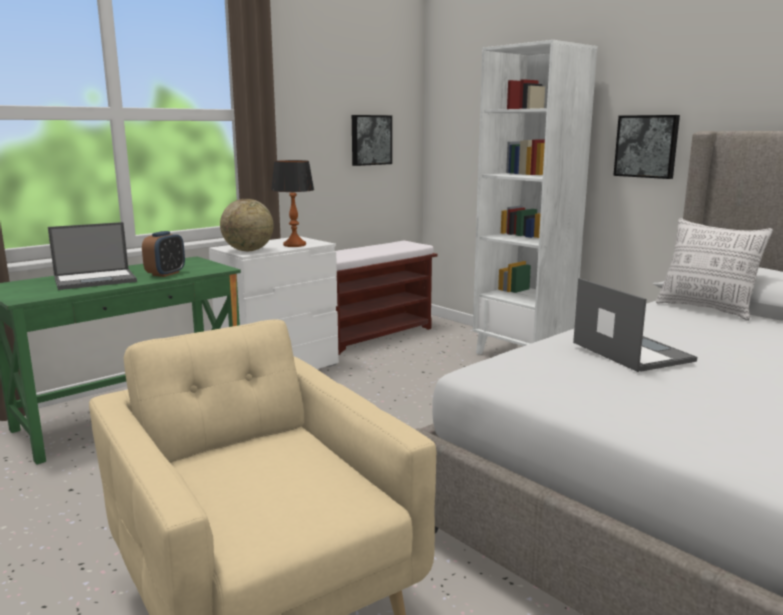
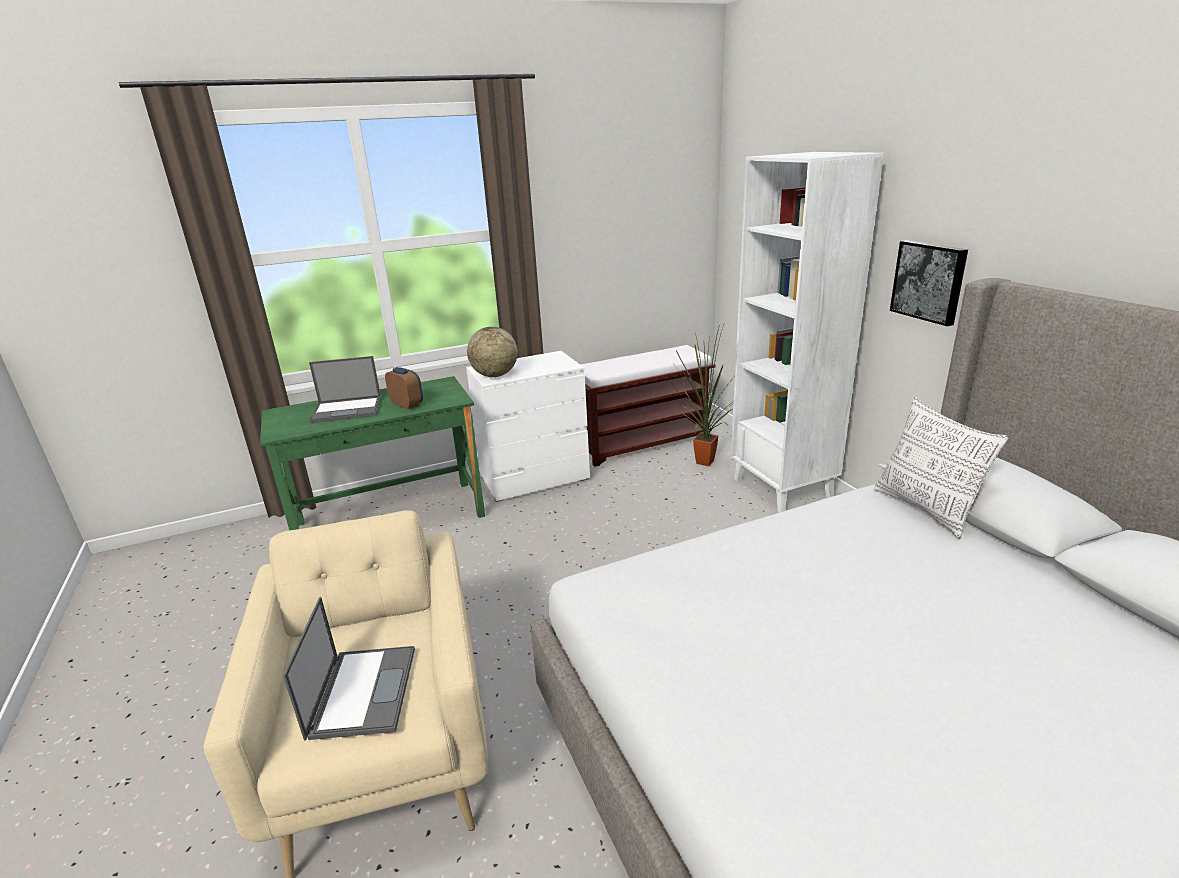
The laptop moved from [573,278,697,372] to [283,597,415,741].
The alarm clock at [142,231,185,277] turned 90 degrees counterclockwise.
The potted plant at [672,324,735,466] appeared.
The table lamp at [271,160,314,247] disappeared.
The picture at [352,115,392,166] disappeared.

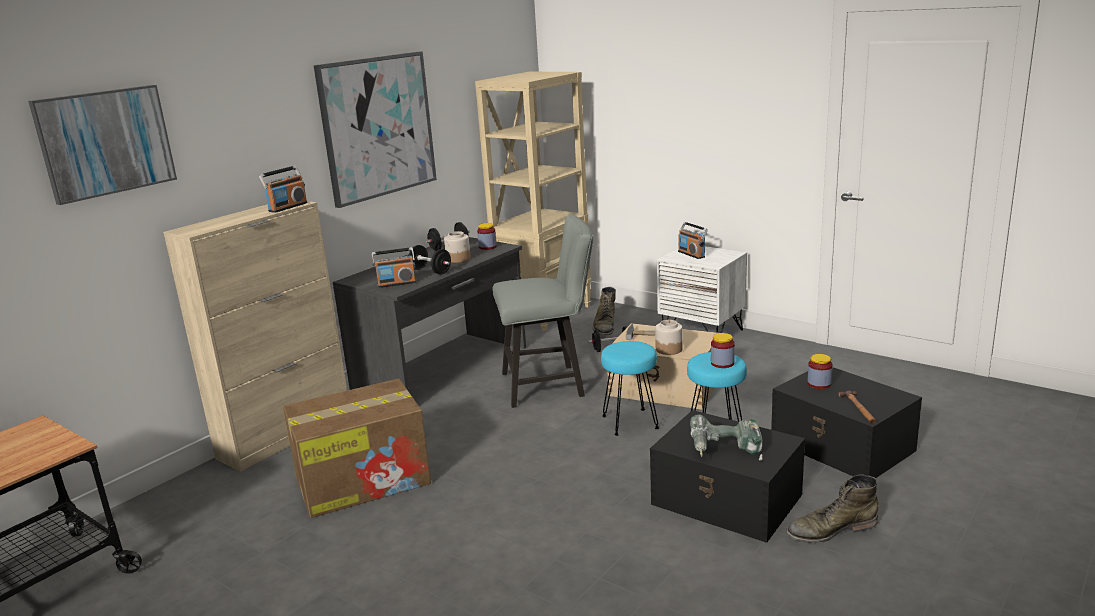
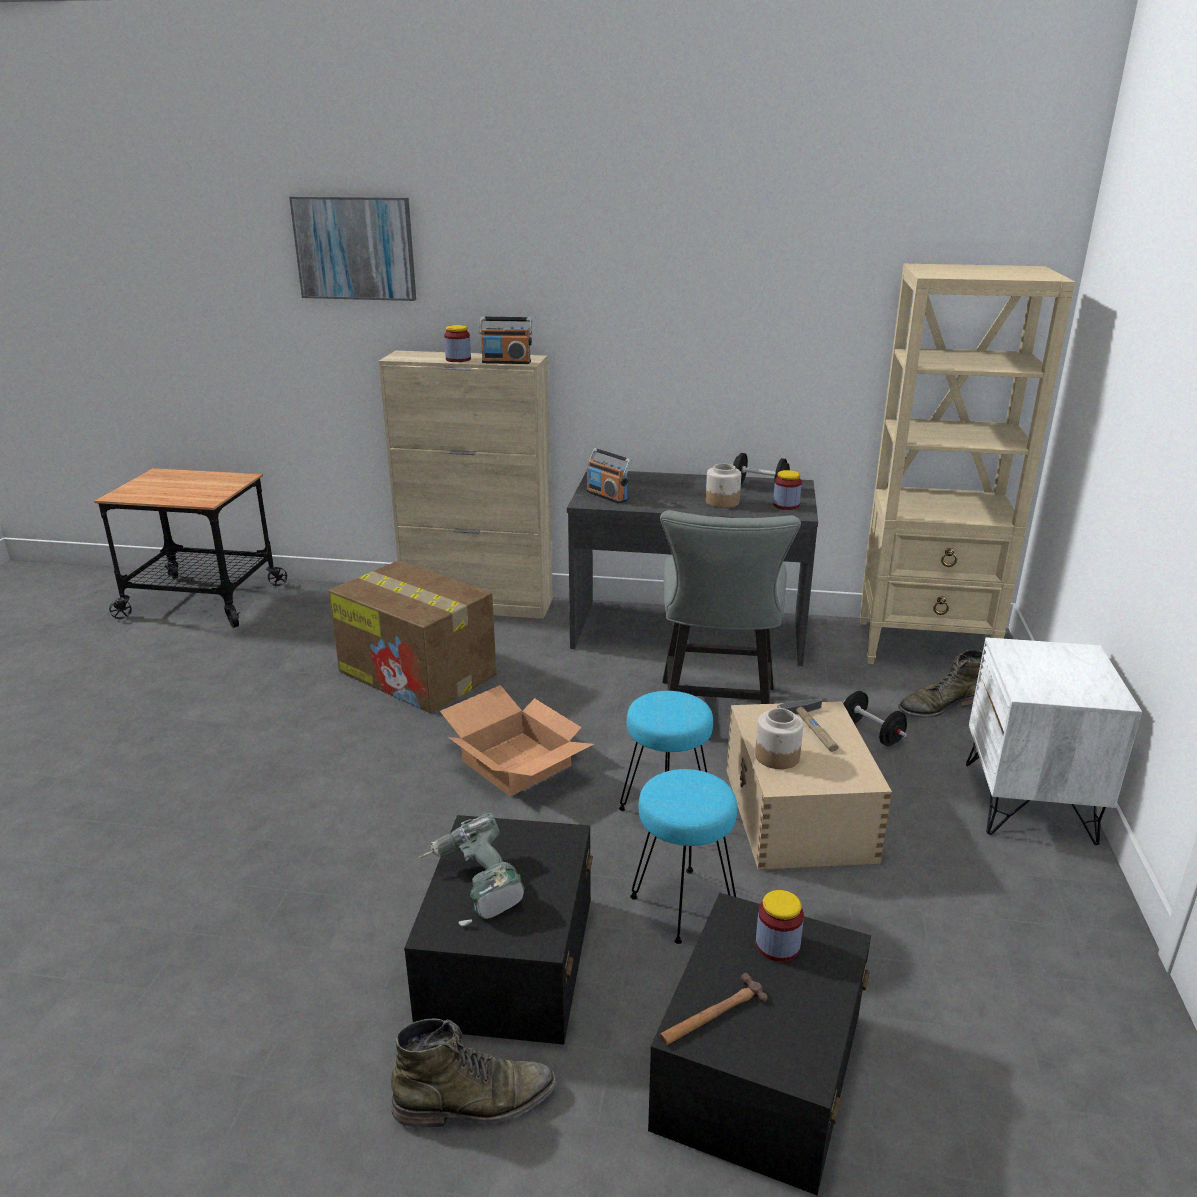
The green boot at [786,474,878,543] turned 120 degrees clockwise.
The cardboard box at [440,685,594,797] appeared.
The jar moved from [711,333,735,368] to [444,325,471,362].
The grey chair at [492,214,593,408] turned 45 degrees clockwise.
The picture at [314,52,437,208] disappeared.
The black dumbbell at [408,245,451,275] disappeared.
The radio at [678,222,708,259] disappeared.

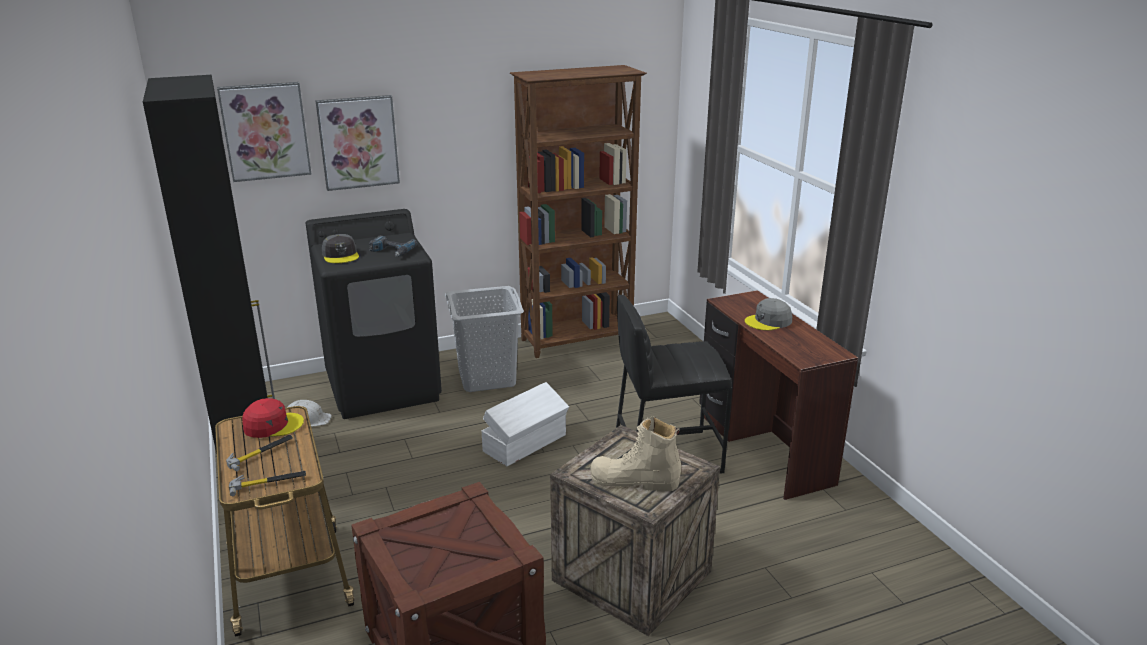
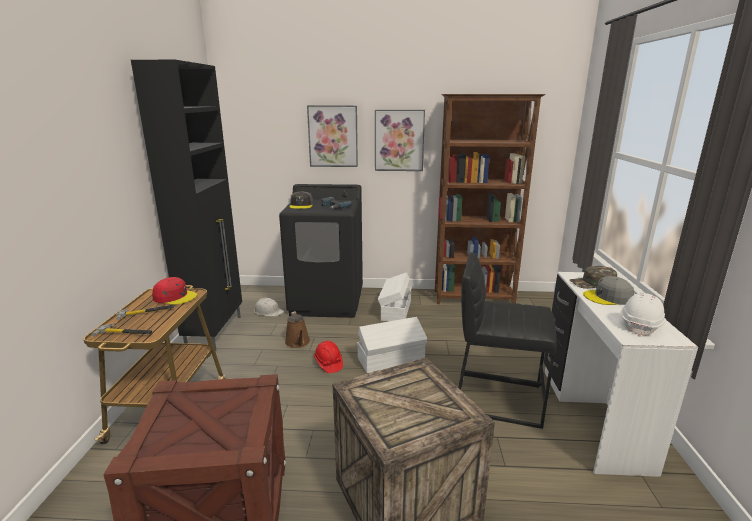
The brown watering can at [285,311,310,348] appeared.
The red hard hat at [314,341,343,373] appeared.
The picture moved from [217,82,311,182] to [375,109,425,171].
The grey laundry basket at [445,286,524,392] was replaced by the white storage box at [378,272,411,321].
The brown desk at [699,290,858,500] became the white desk at [544,272,698,477].
The green cap at [570,266,617,289] appeared.
The white hard hat at [621,293,666,337] appeared.
The beige boot at [590,416,681,492] disappeared.

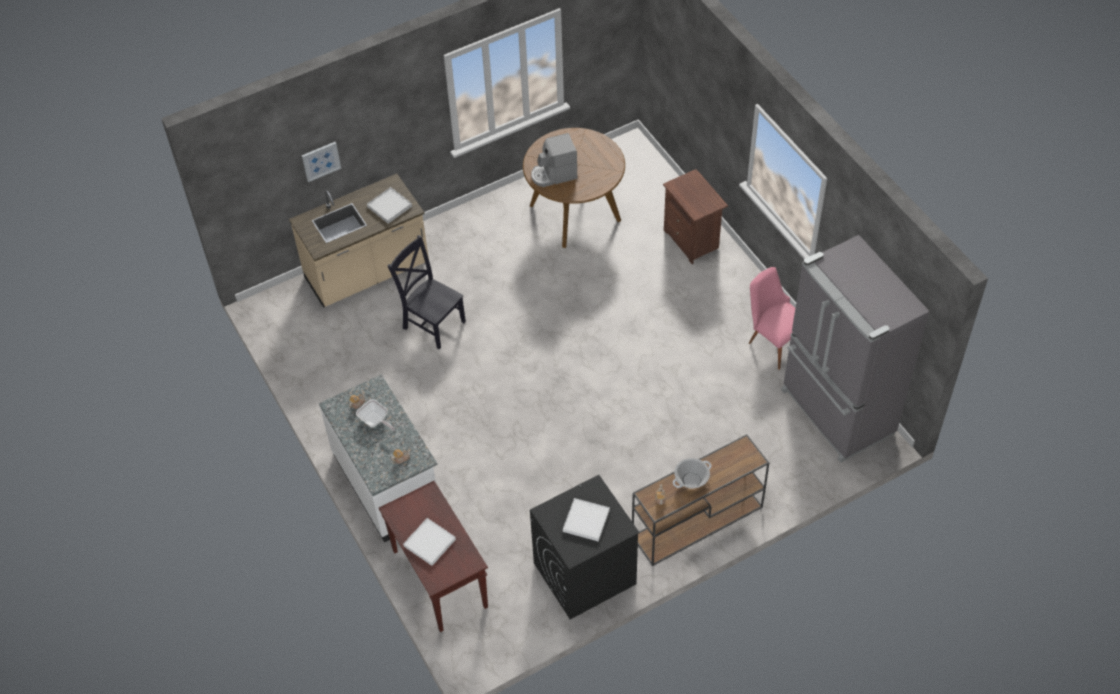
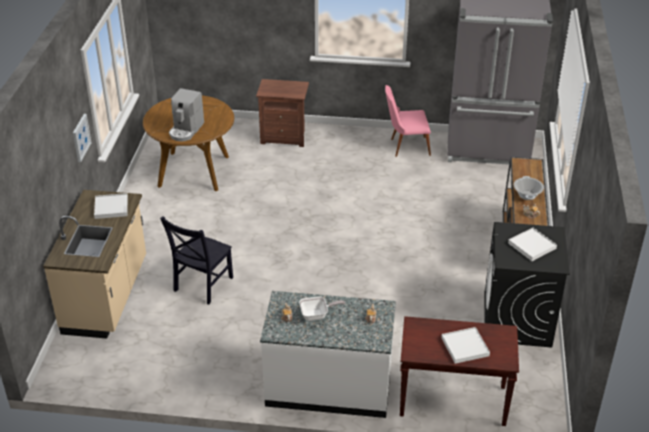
The picture moved from [302,142,341,182] to [73,114,92,162].
The black chair at [388,235,466,349] turned 45 degrees counterclockwise.

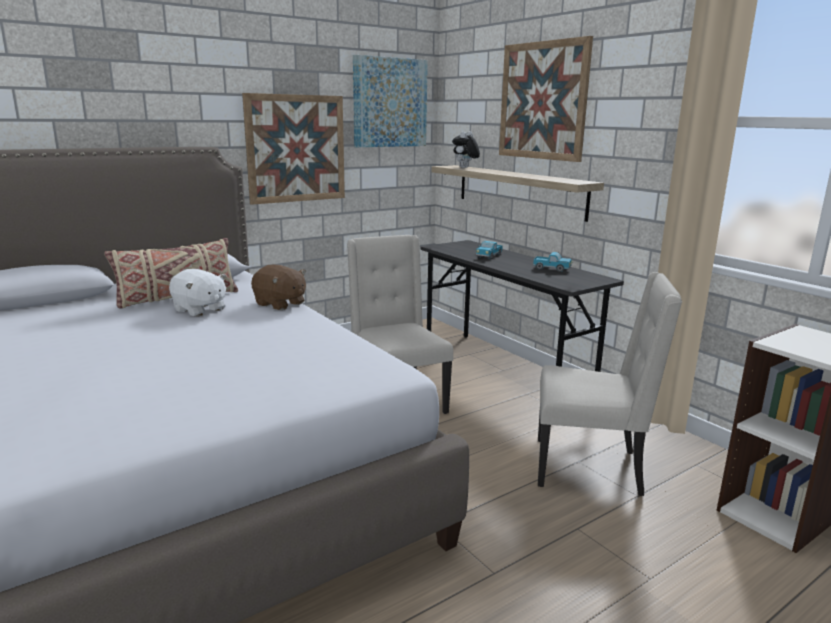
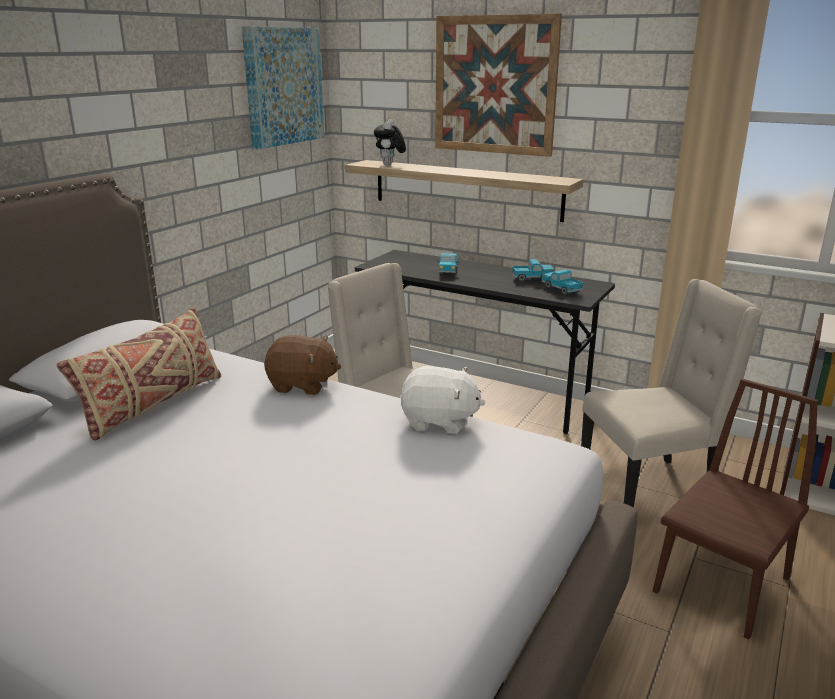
The white plush toy moved from [169,269,227,316] to [400,366,485,434].
The toy truck at [542,269,583,295] appeared.
The brown chair at [653,379,818,640] appeared.
The picture at [242,93,345,205] disappeared.

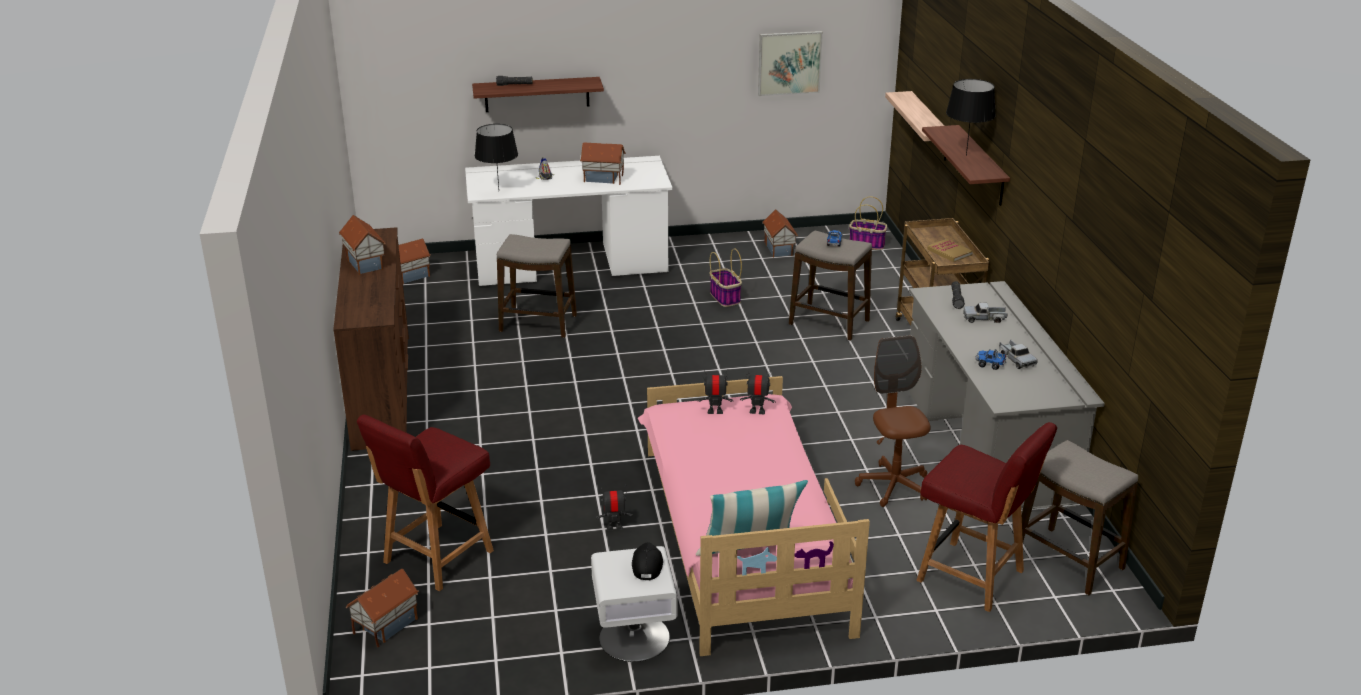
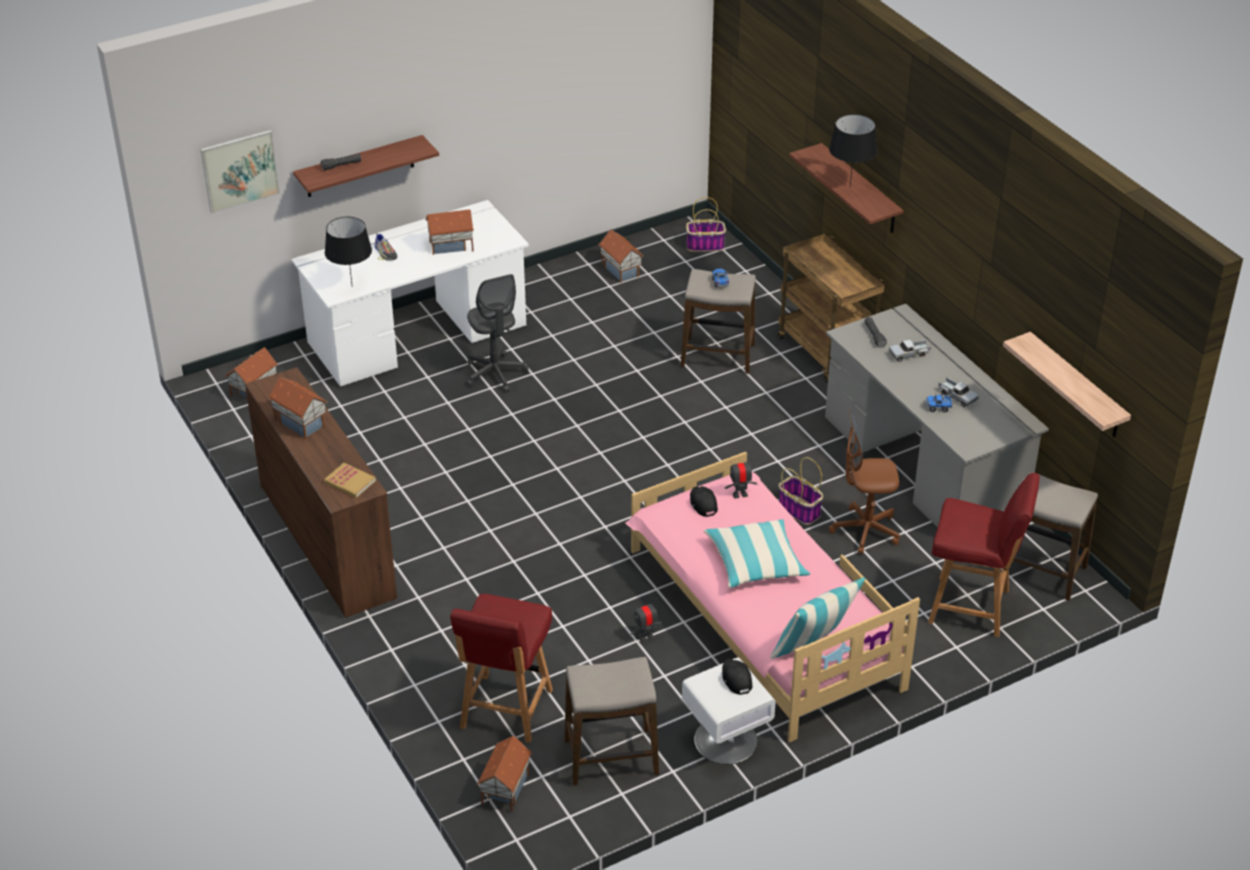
The picture moved from [758,31,823,96] to [200,130,280,213].
The book moved from [928,239,973,262] to [324,463,376,498].
The grey office chair at [467,274,528,393] appeared.
The stool moved from [497,234,577,338] to [564,657,659,786].
The toy robot at [698,370,733,414] was replaced by the black cap at [690,486,718,517].
The pillow at [703,519,810,588] appeared.
The basket moved from [710,248,742,307] to [779,457,823,525].
The brown office chair at [855,335,931,507] turned 60 degrees counterclockwise.
The shelf moved from [885,91,946,161] to [1003,332,1131,438].

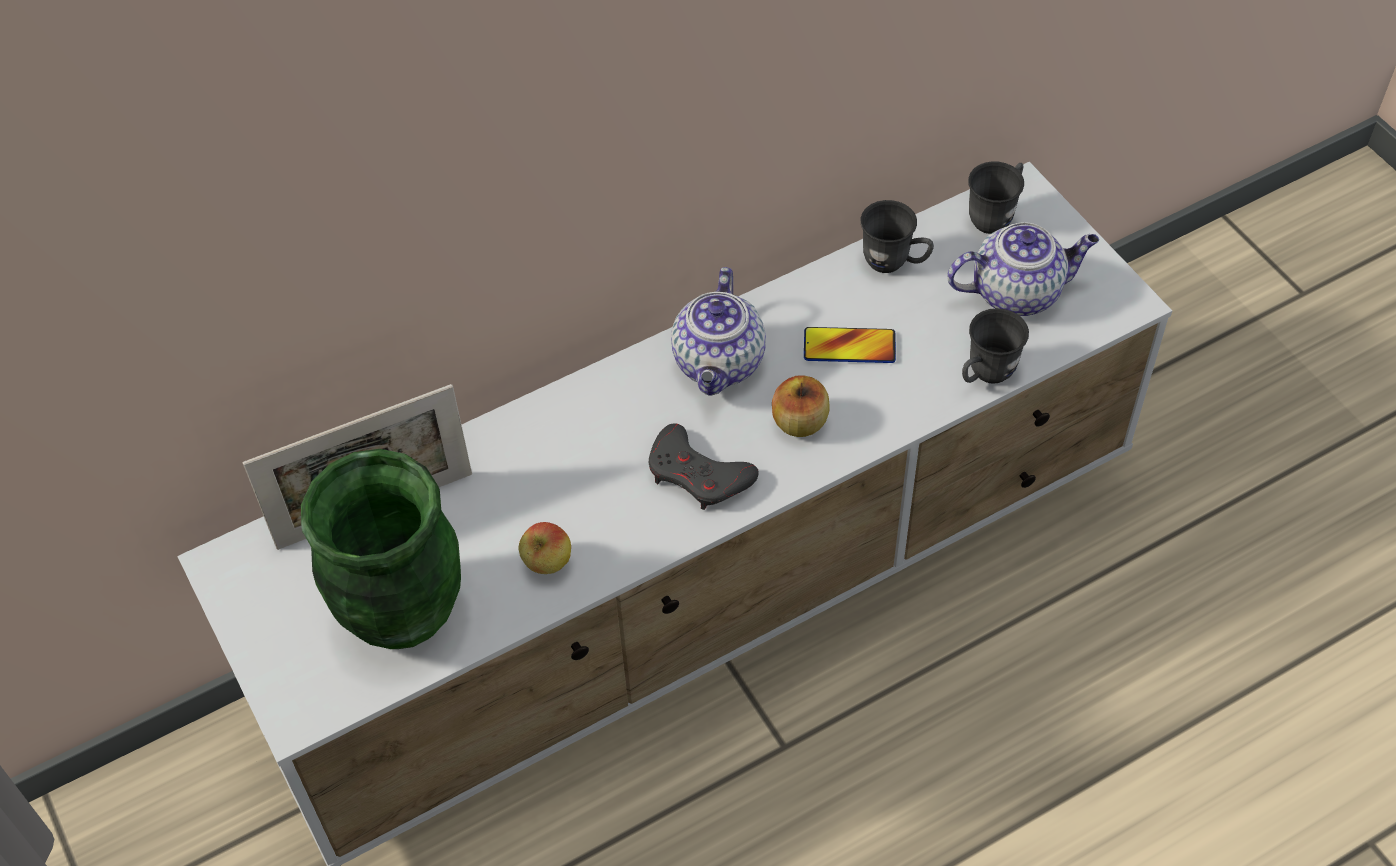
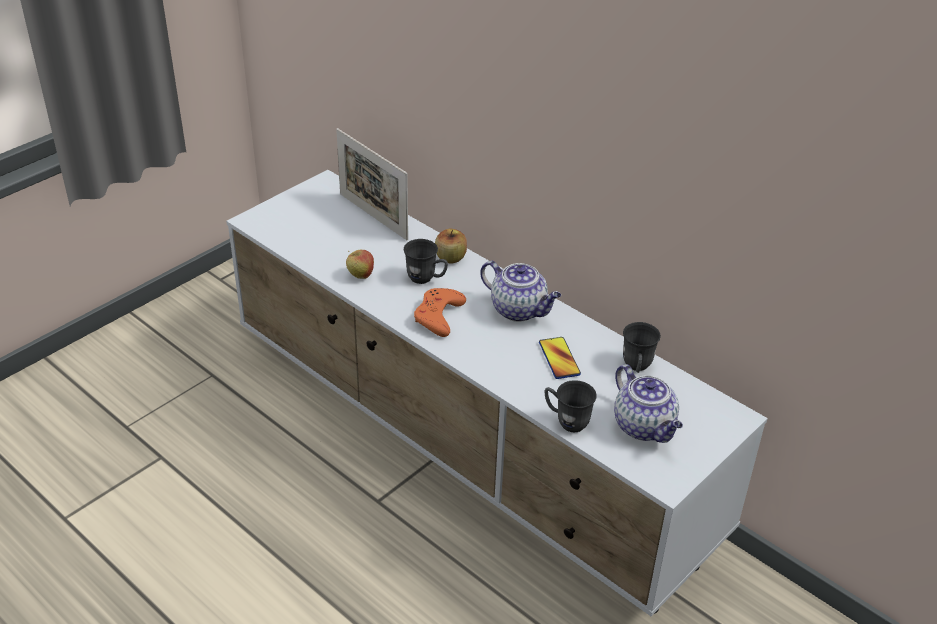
The grey mug moved from [968,161,1024,234] to [404,239,448,284].
The grey game controller at [649,423,759,510] became the orange game controller at [414,288,466,337].
The apple moved from [772,375,830,437] to [435,229,467,263].
The teapot at [671,267,766,396] turned 135 degrees counterclockwise.
The green vase at [301,449,461,649] disappeared.

